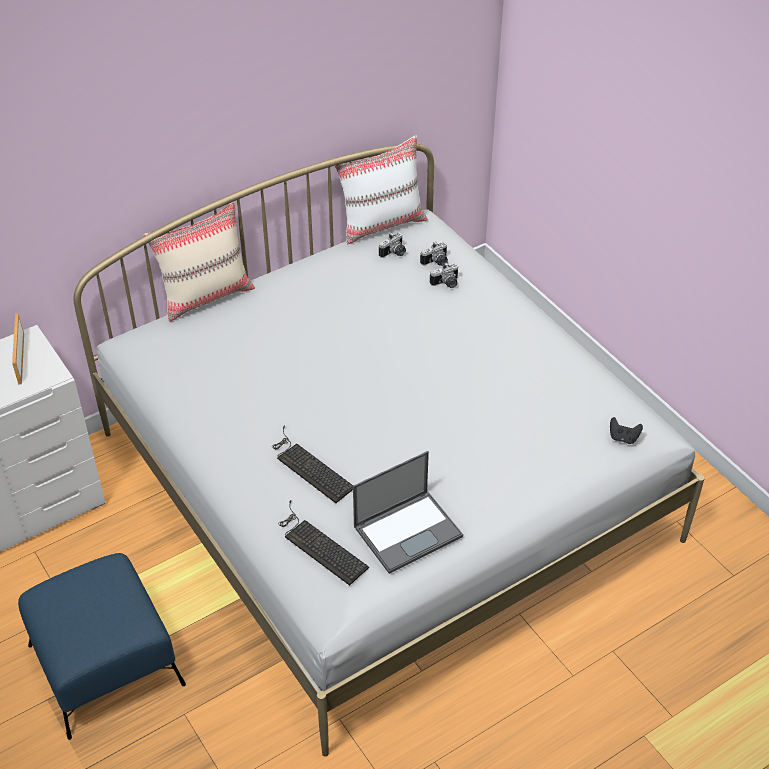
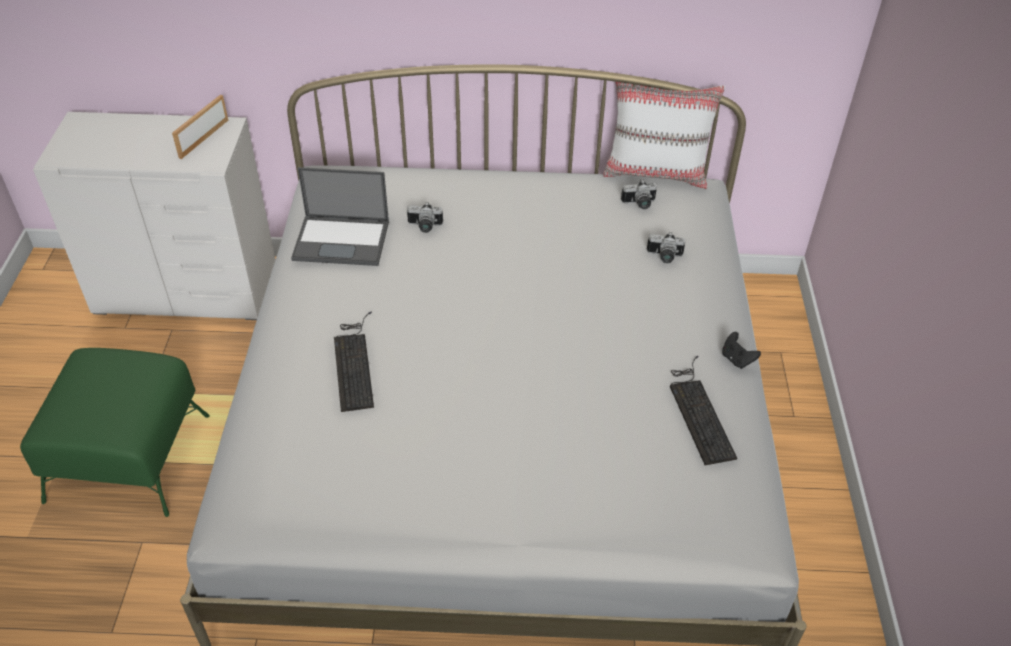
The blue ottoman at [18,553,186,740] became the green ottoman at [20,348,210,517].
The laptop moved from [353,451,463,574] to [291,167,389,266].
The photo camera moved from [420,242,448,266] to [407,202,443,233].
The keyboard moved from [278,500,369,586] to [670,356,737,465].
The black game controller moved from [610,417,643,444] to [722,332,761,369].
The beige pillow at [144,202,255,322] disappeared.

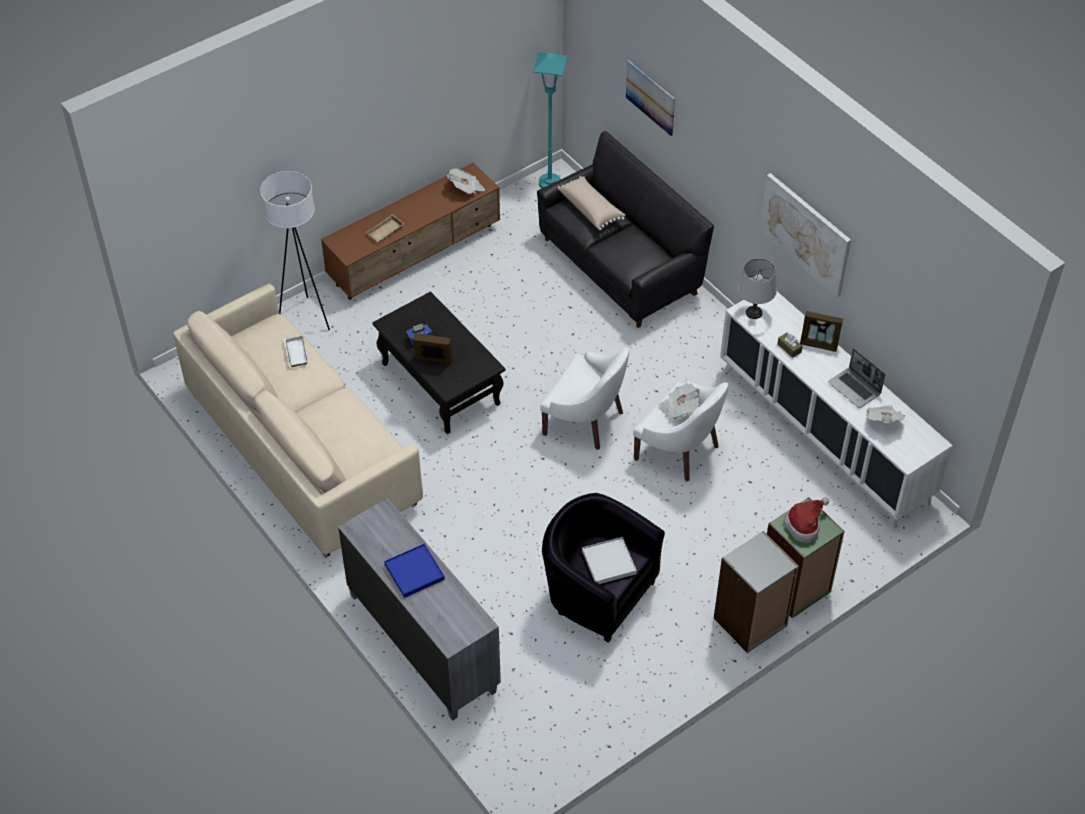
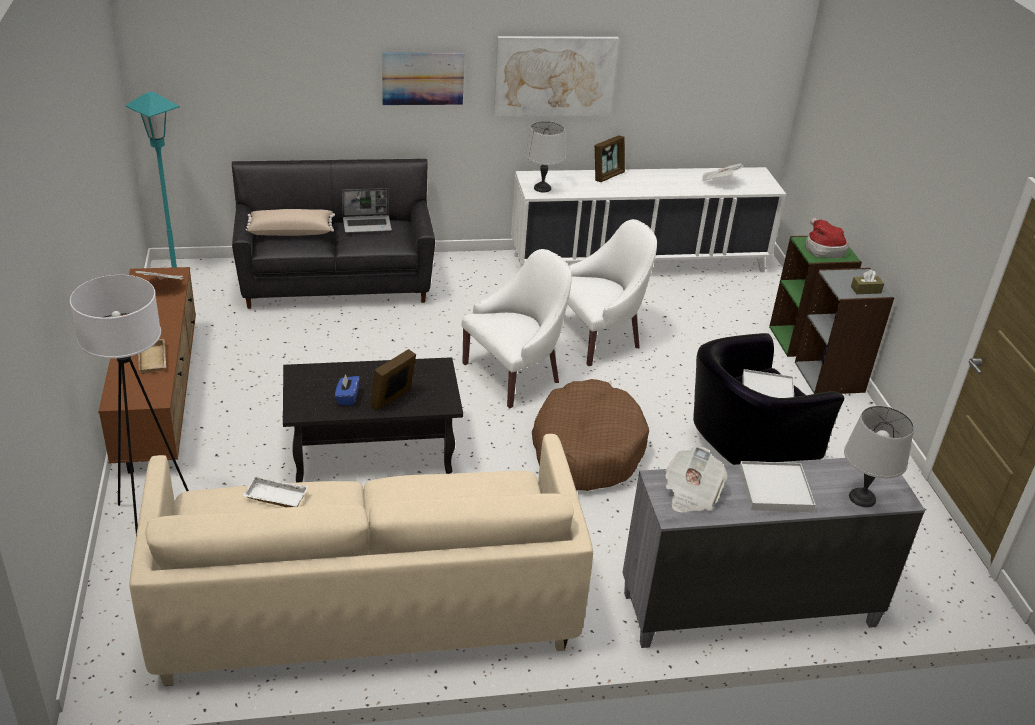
The laptop moved from [828,348,885,408] to [342,188,392,233].
The picture moved from [626,60,675,136] to [382,52,465,105].
The brown dog bed at [532,379,649,491] appeared.
The newspaper moved from [658,384,702,420] to [664,446,727,512].
The blue tray at [384,544,445,598] became the white tray at [739,461,816,512].
The grey table lamp at [844,406,914,507] appeared.
The brown tissue box moved from [777,332,803,358] to [851,270,884,294].

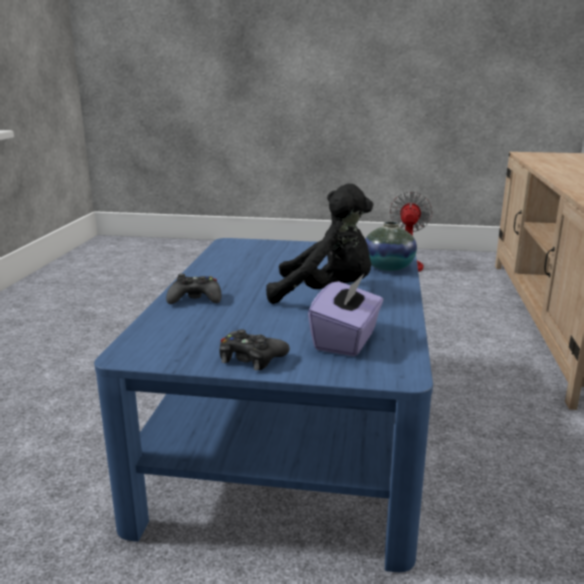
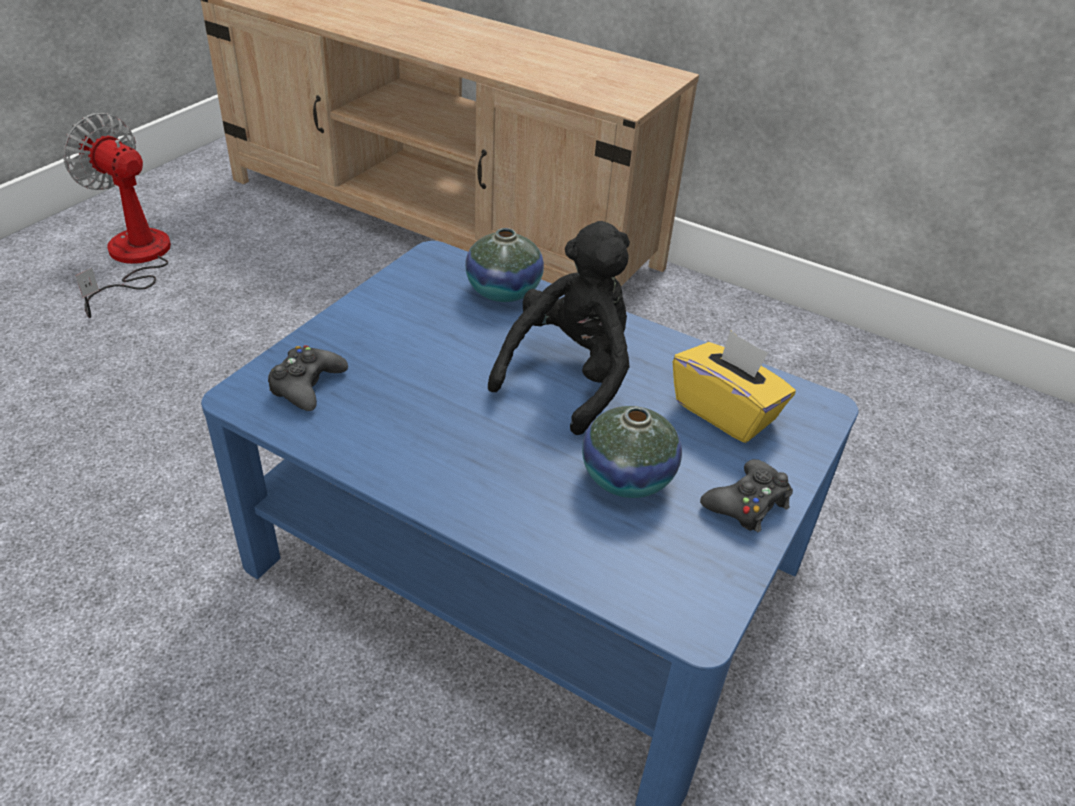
The black game controller moved from [166,274,221,304] to [268,345,348,411].
The vase at [582,406,682,498] appeared.
The purple tissue box at [308,274,383,356] became the yellow tissue box at [673,330,796,443].

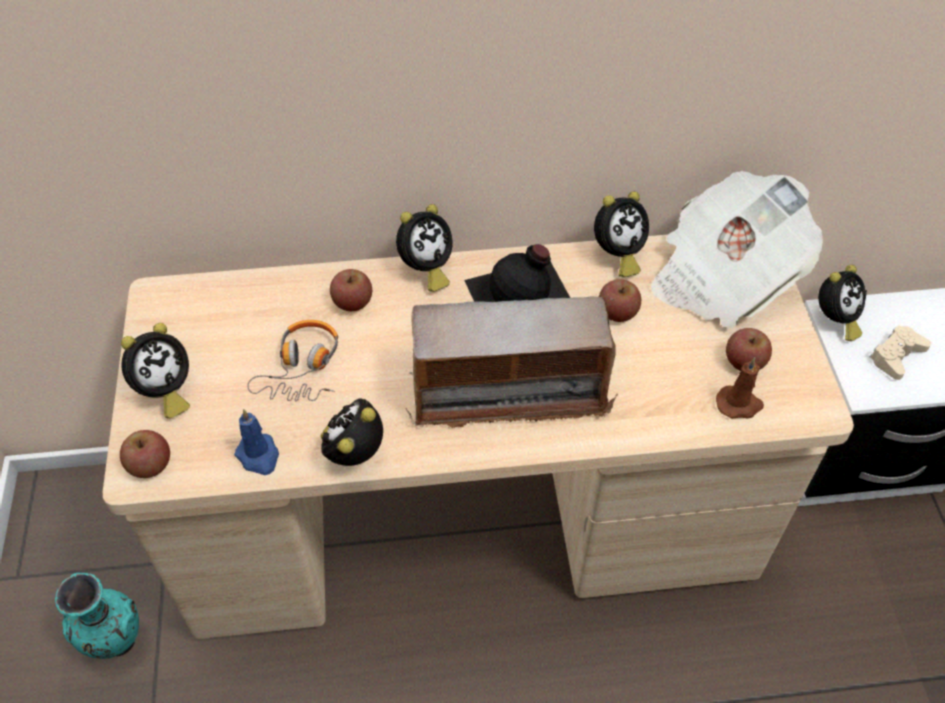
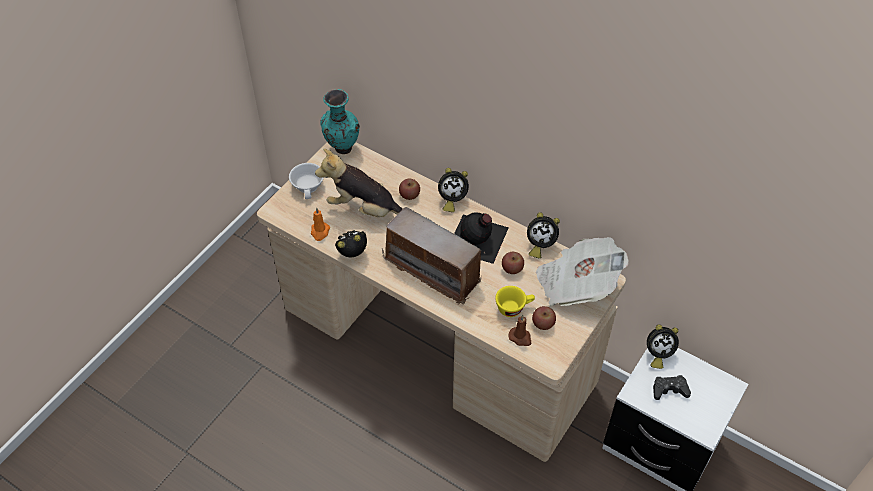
The alarm clock at [121,323,190,419] was replaced by the white cup at [289,163,324,199].
The blue candle at [234,409,279,475] became the orange candle at [311,207,330,241].
The headphones at [247,320,338,401] was replaced by the plush toy at [315,149,402,217].
The turquoise vase moved from [55,573,139,659] to [320,89,360,154].
The yellow cup at [495,286,535,317] appeared.
The beige game controller at [870,325,931,380] became the black game controller at [653,375,691,400].
The apple at [120,430,170,478] disappeared.

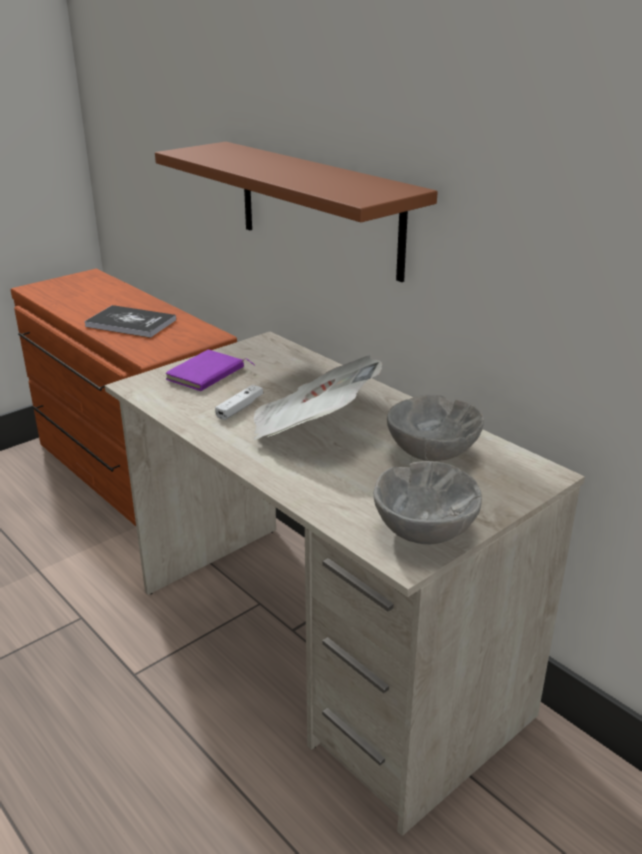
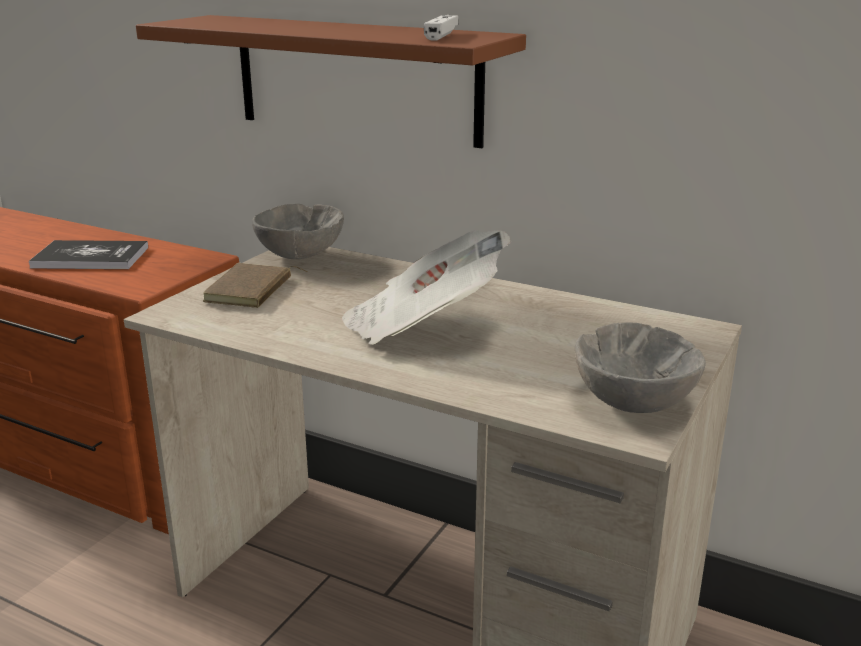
The purple book at [166,350,255,391] became the brown book at [203,263,307,308].
The grey bowl moved from [387,395,484,461] to [252,204,344,259].
The white game controller moved from [215,385,263,420] to [424,15,458,41].

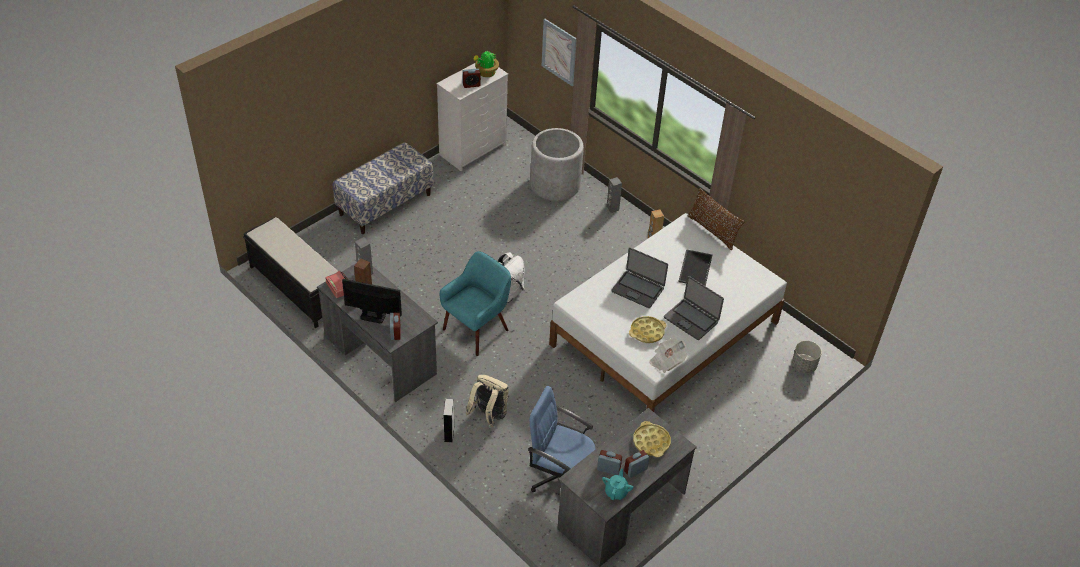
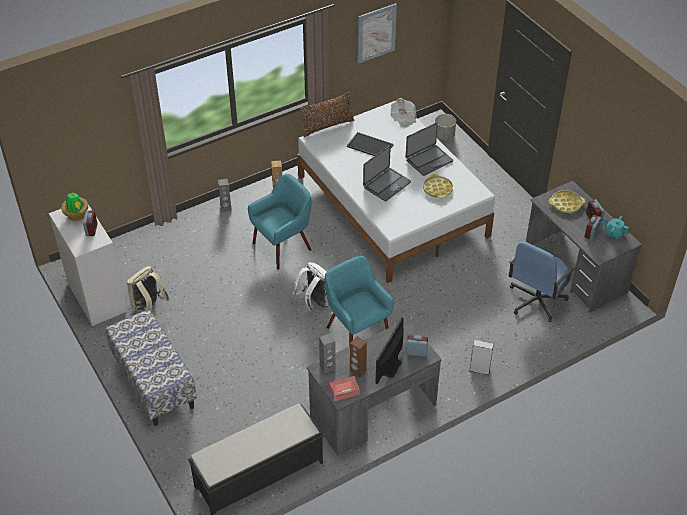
The beige backpack moved from [466,375,509,427] to [127,266,170,312].
The turquoise armchair at [248,174,311,270] appeared.
The picture moved from [542,19,577,86] to [358,3,397,63].
The newspaper moved from [649,338,687,373] to [390,98,417,129].
The grey planter at [530,128,584,201] disappeared.

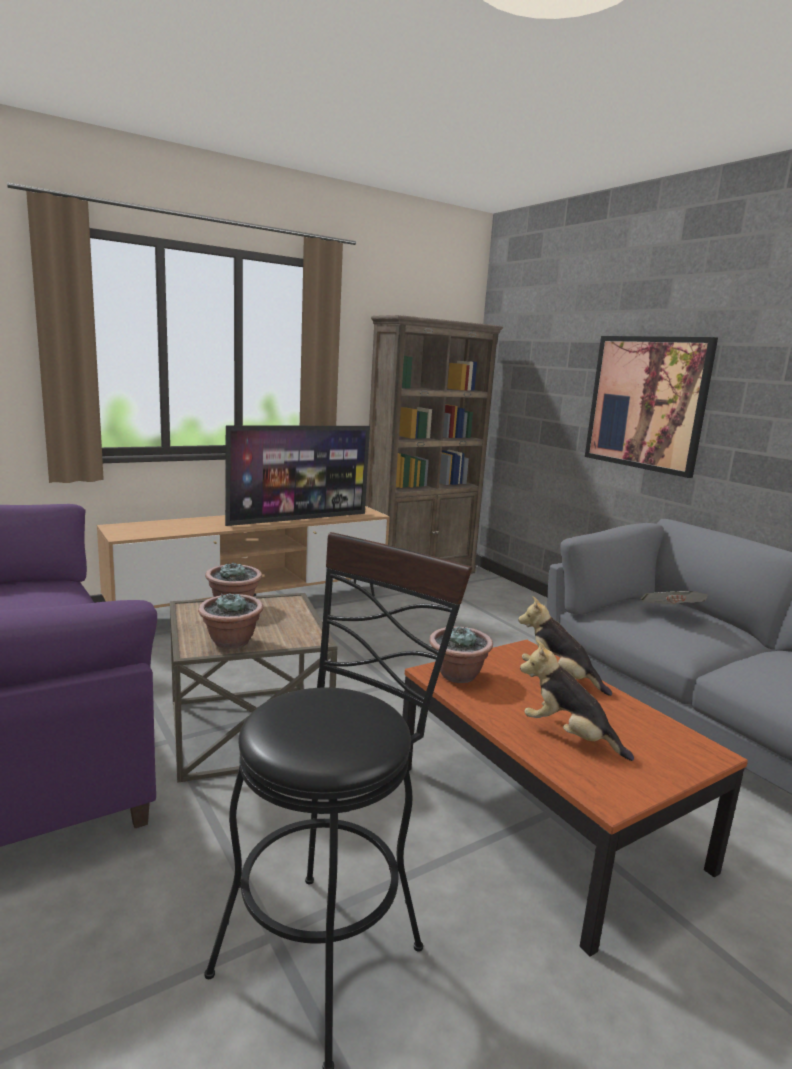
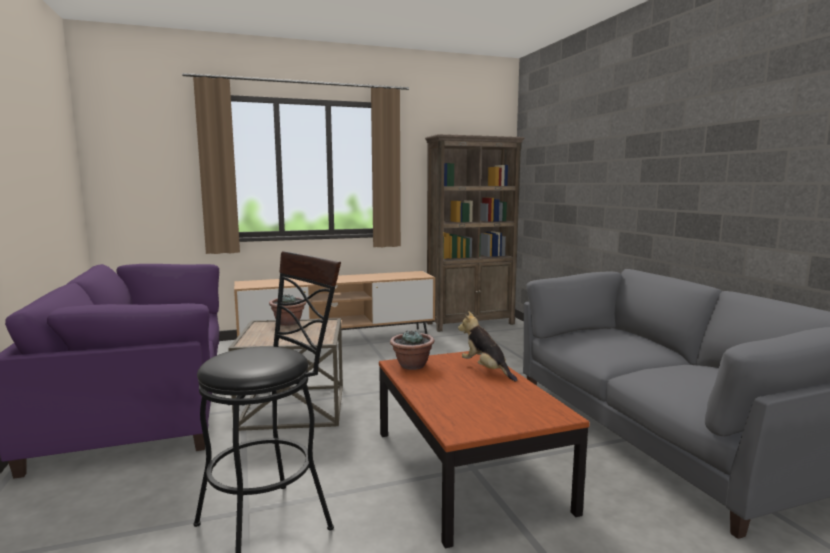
The potted plant at [198,593,263,649] disappeared.
The television at [225,425,370,526] disappeared.
The plush toy at [520,640,634,761] disappeared.
The picture at [585,336,718,478] disappeared.
The newspaper at [640,591,708,604] disappeared.

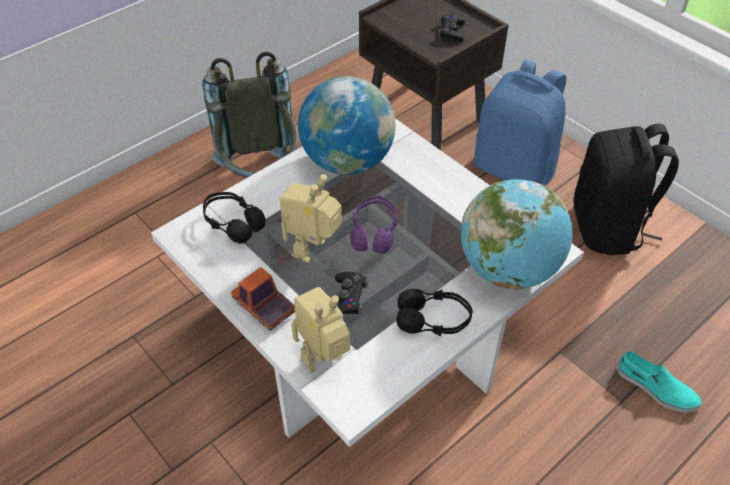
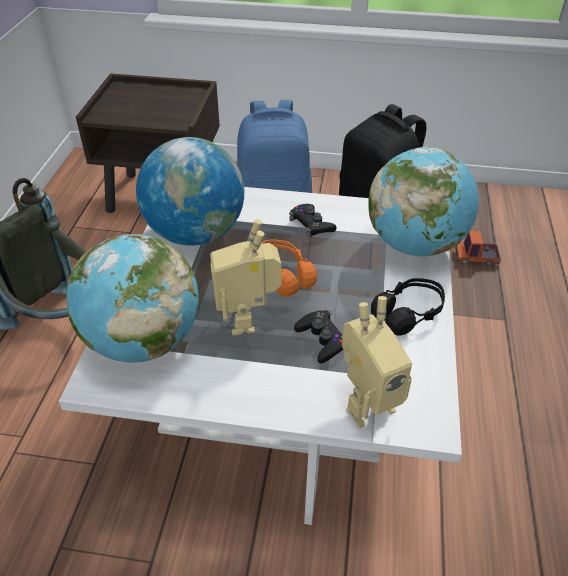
The black headphones at [203,192,265,243] was replaced by the globe at [66,234,199,363].
The purple headphones at [350,196,397,254] became the orange headphones at [261,240,317,297].
The black game controller moved from [438,14,465,42] to [289,204,336,238].
The toy robot at [291,287,350,373] turned 135 degrees counterclockwise.
The toy truck moved from [231,267,295,331] to [455,231,501,266].
The turquoise shoe at [617,351,702,413] disappeared.

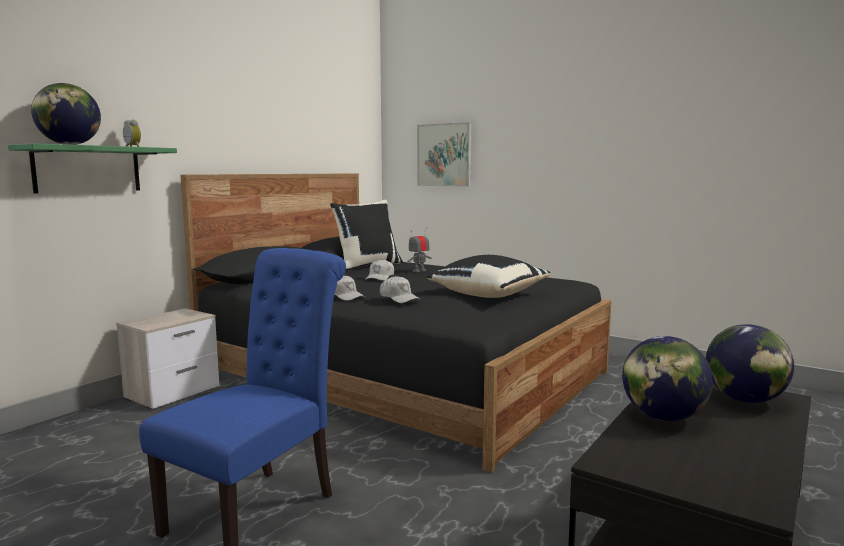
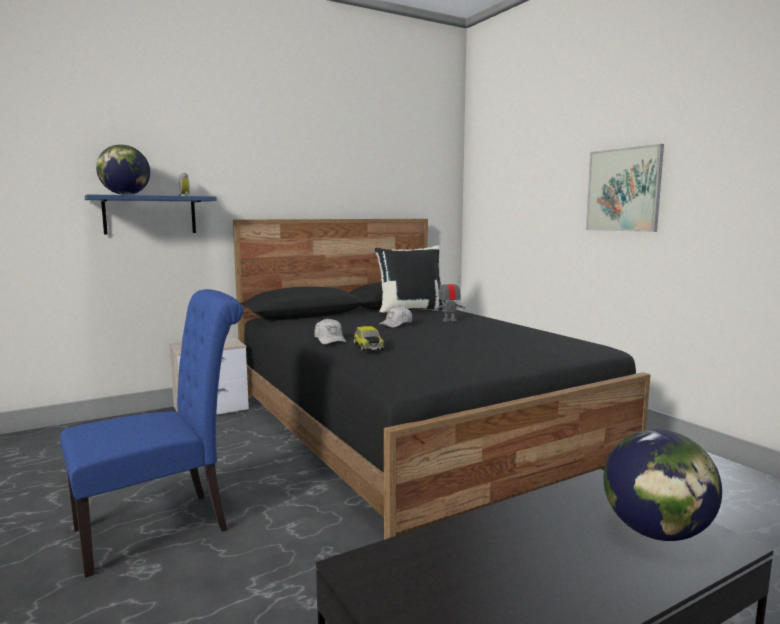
The green shelf at [8,143,177,194] became the blue shelf at [85,194,217,235].
The white cap at [380,276,420,303] was replaced by the toy car at [354,326,384,351].
The picture moved from [417,122,471,187] to [586,144,664,232].
The black pillow at [427,255,551,298] disappeared.
The globe at [622,336,713,421] disappeared.

